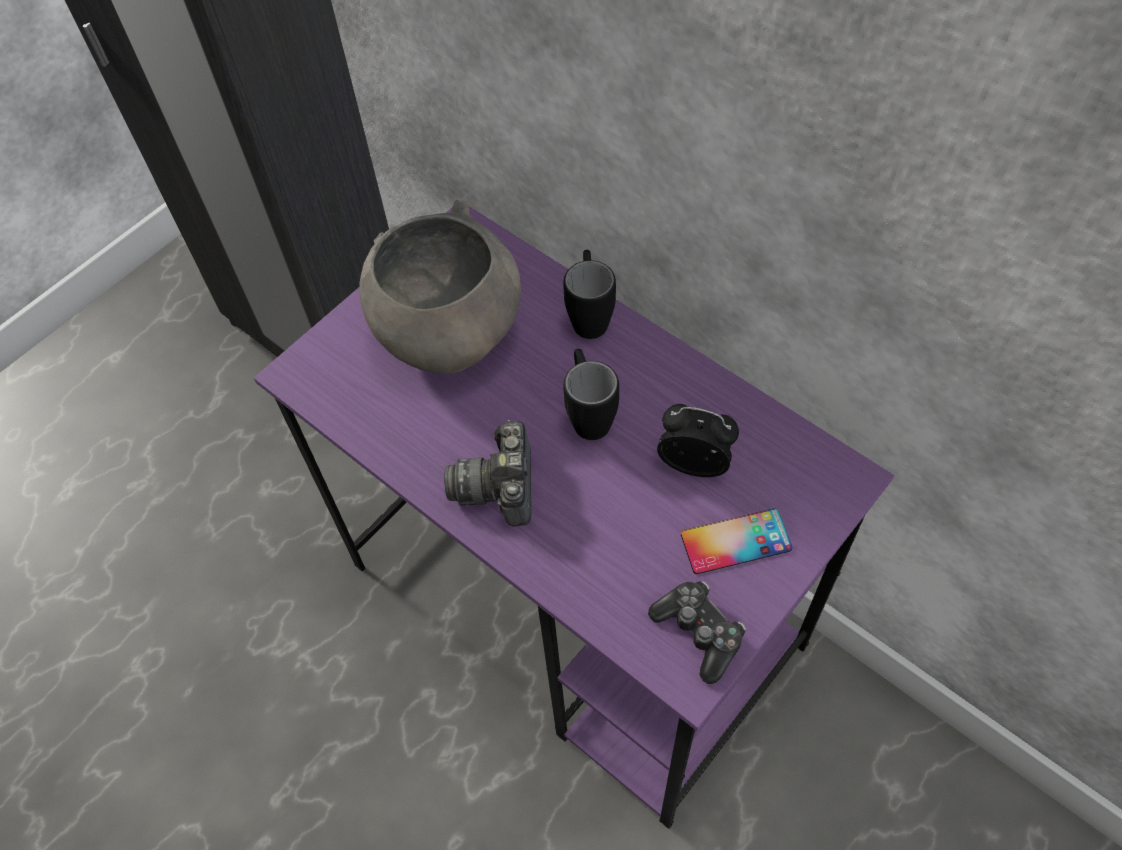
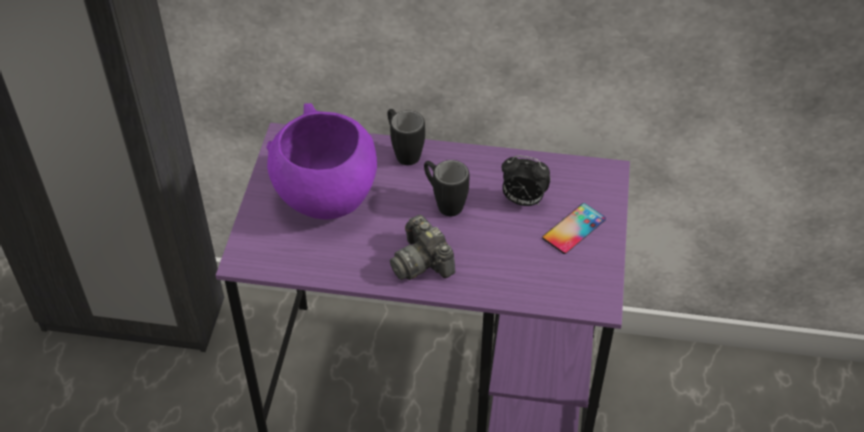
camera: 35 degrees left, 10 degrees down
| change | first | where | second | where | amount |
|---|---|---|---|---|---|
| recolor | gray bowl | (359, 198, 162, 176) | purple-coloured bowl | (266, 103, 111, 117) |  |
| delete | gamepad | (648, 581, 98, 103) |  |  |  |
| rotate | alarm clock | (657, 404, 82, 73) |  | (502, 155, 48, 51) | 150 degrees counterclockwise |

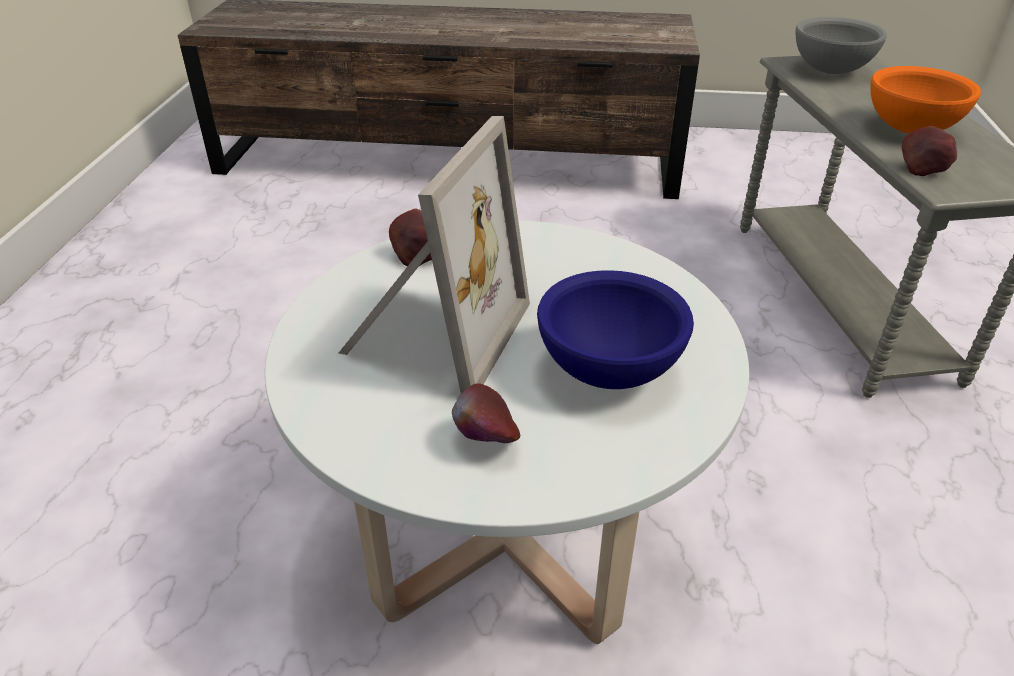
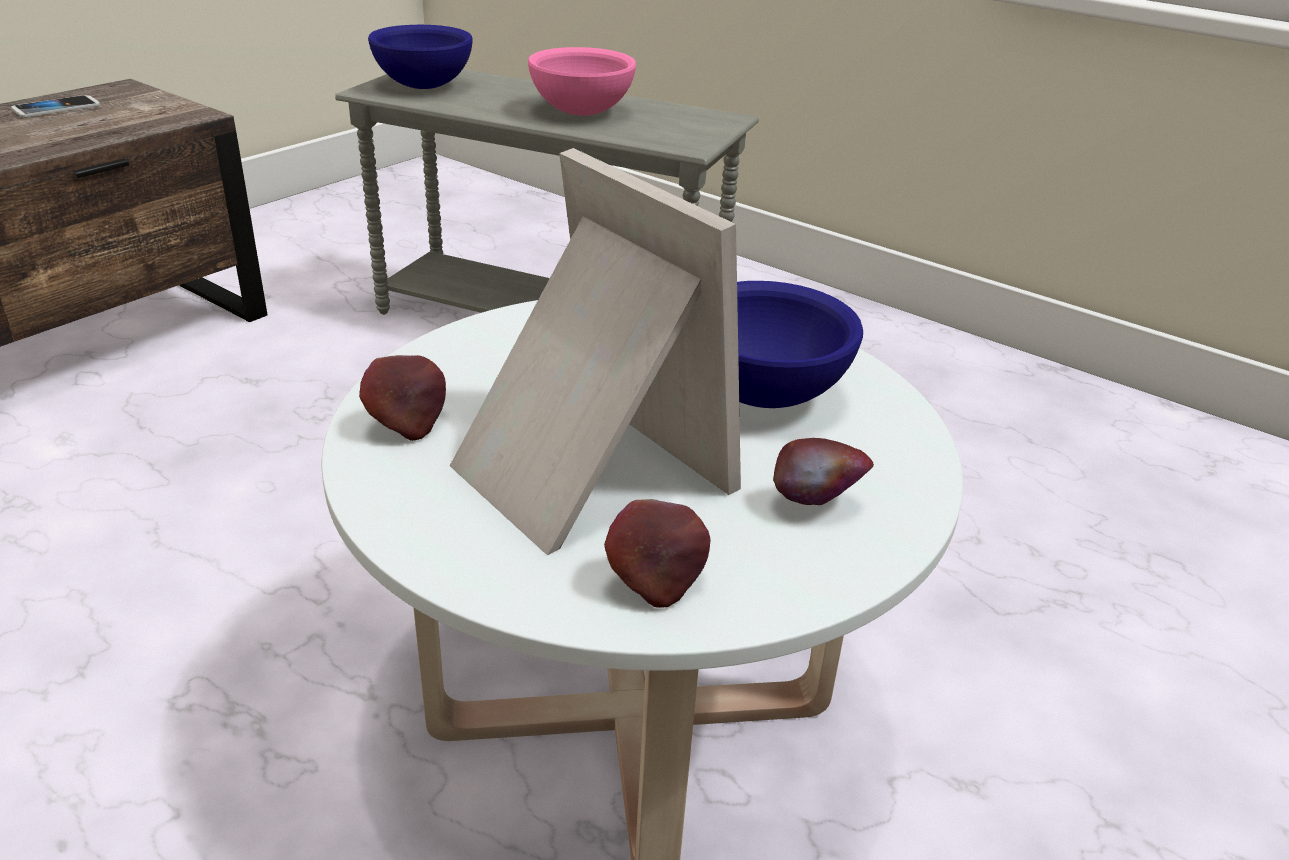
camera: 60 degrees left, 5 degrees down
| change | first | where | second | where | amount |
|---|---|---|---|---|---|
| recolor | gray bowl | (796, 17, 91, 57) | blue-coloured bowl | (368, 25, 105, 64) |  |
| recolor | orange bowl | (870, 66, 111, 68) | pinkish bowl | (528, 47, 108, 69) |  |
| move | whole apple | (902, 126, 55, 50) |  | (604, 499, 106, 109) |  |
| insert |  |  | handset | (11, 95, 89, 23) |  |

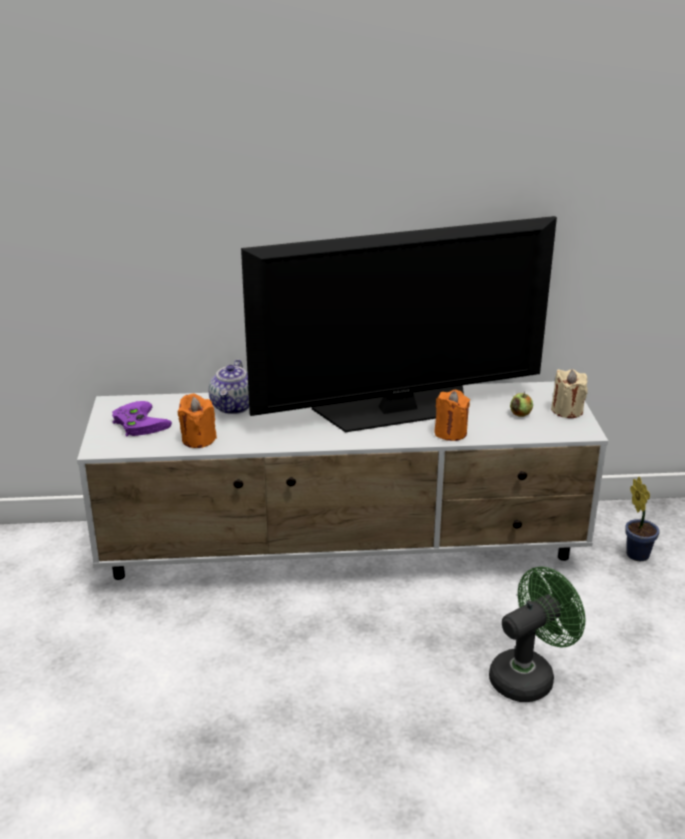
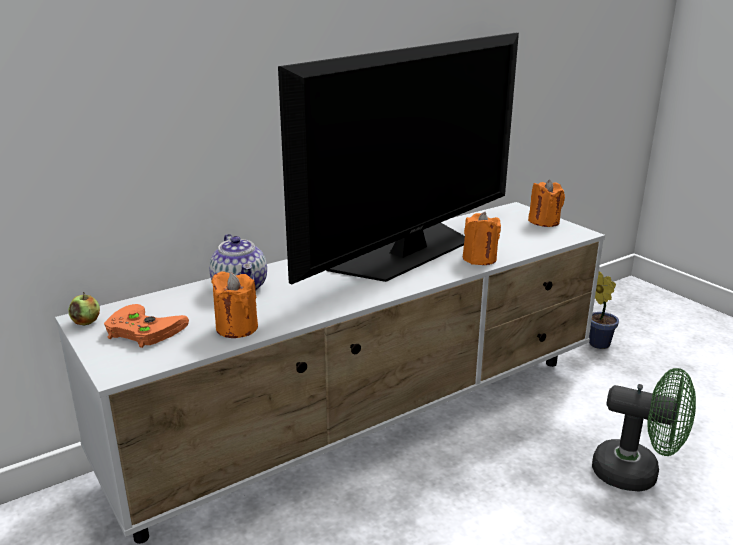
camera: 30 degrees left, 5 degrees down
| change | first | where | second | where | amount |
|---|---|---|---|---|---|
| recolor | purple-coloured gamepad | (112, 401, 60, 35) | orange gamepad | (104, 304, 85, 44) |  |
| rotate | greenish cooling fan | (489, 566, 97, 136) |  | (592, 368, 104, 124) | 90 degrees clockwise |
| move | whole apple | (510, 392, 23, 25) |  | (68, 292, 32, 33) |  |
| recolor | beige-coloured wax light | (551, 369, 36, 49) | orange wax light | (528, 180, 37, 47) |  |

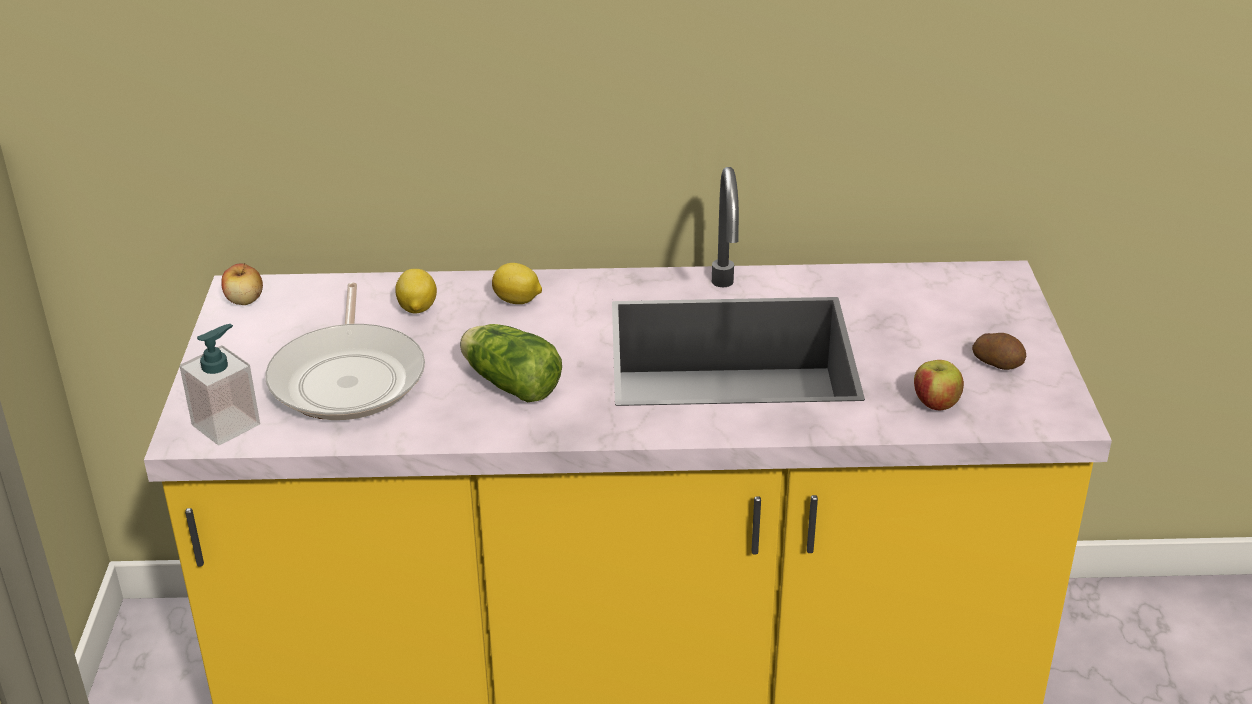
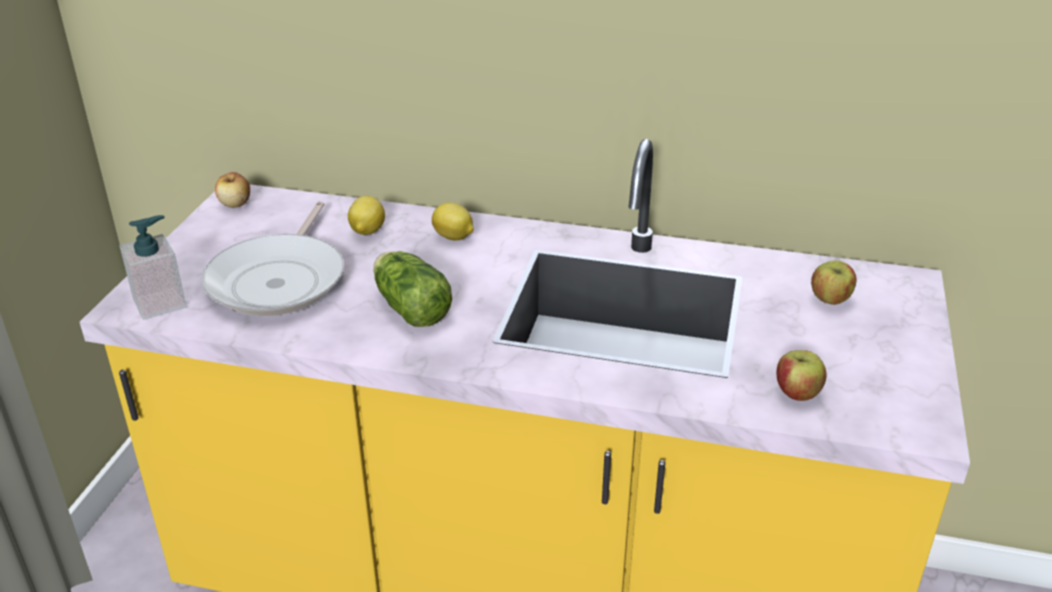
camera: 15 degrees right, 0 degrees up
| change | first | where | second | where | amount |
|---|---|---|---|---|---|
| delete | spud | (972, 333, 54, 37) |  |  |  |
| insert |  |  | whole apple | (811, 260, 46, 45) |  |

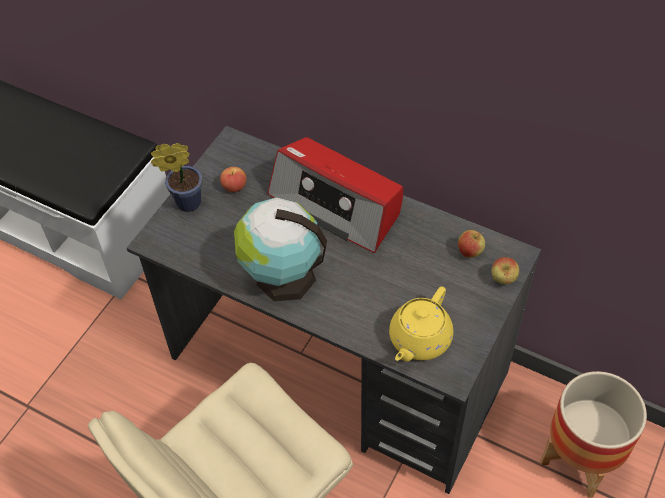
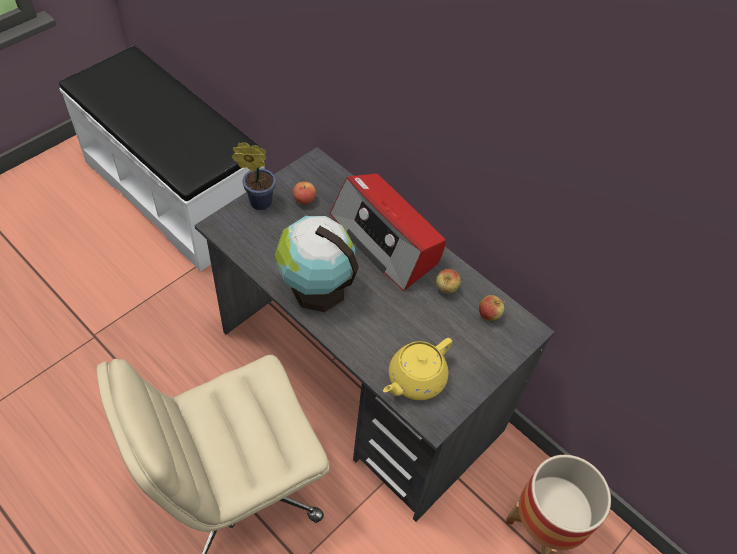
camera: 10 degrees right, 0 degrees up
| change | first | where | second | where | amount |
|---|---|---|---|---|---|
| move | whole apple | (491, 257, 28, 28) |  | (436, 269, 25, 24) |  |

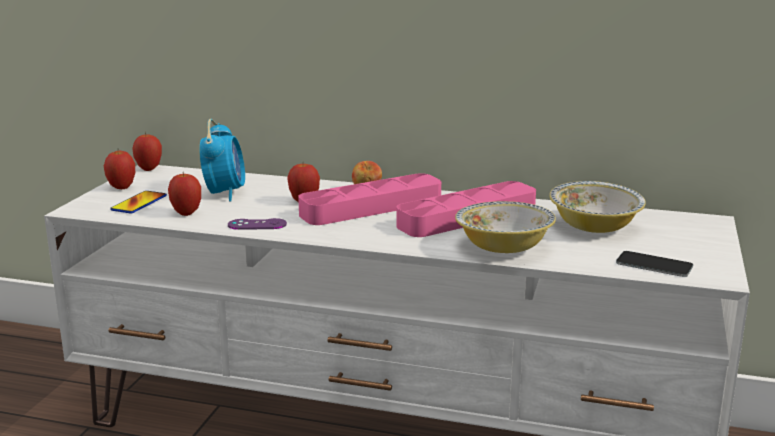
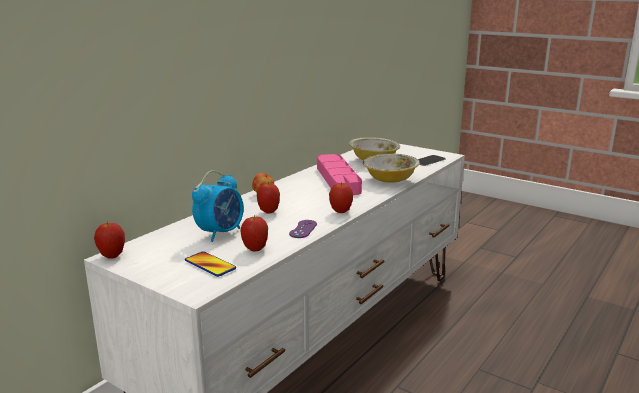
camera: 70 degrees left, 0 degrees up
| change | first | where | second | where | amount |
|---|---|---|---|---|---|
| move | whole apple | (104, 151, 31, 38) |  | (329, 183, 25, 30) |  |
| rotate | alarm clock | (199, 119, 46, 82) |  | (192, 170, 52, 72) | 105 degrees clockwise |
| delete | pinkish serving tray | (298, 173, 143, 52) |  |  |  |

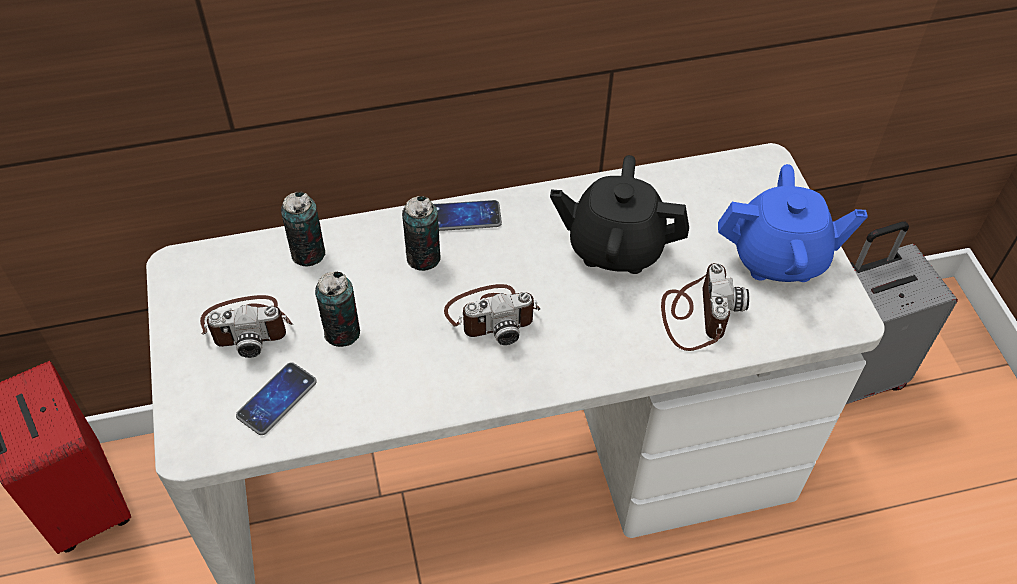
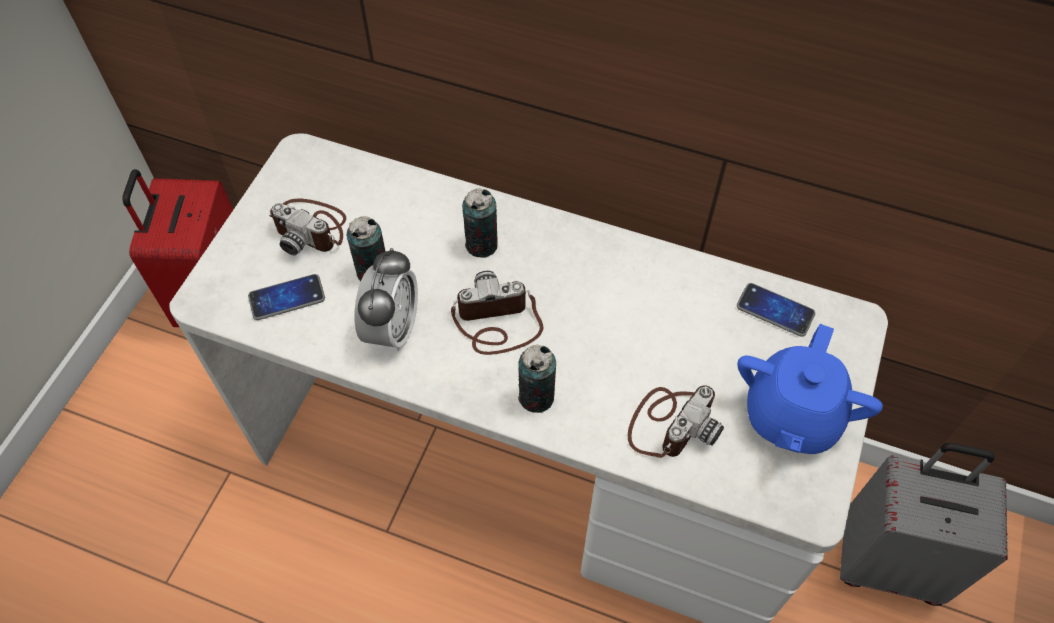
camera: 35 degrees right, 5 degrees up
| change | first | where | second | where | amount |
|---|---|---|---|---|---|
| move | metal can | (281, 192, 44, 74) |  | (518, 345, 38, 68) |  |
| move | handset | (434, 200, 68, 31) |  | (737, 283, 78, 54) |  |
| rotate | still camera | (444, 284, 96, 61) |  | (451, 271, 92, 84) | 150 degrees clockwise |
| delete | black-coloured teapot | (550, 155, 139, 119) |  |  |  |
| rotate | blue-coloured teapot | (718, 164, 150, 118) |  | (737, 324, 146, 130) | 75 degrees clockwise |
| insert |  |  | alarm clock | (355, 248, 63, 103) |  |

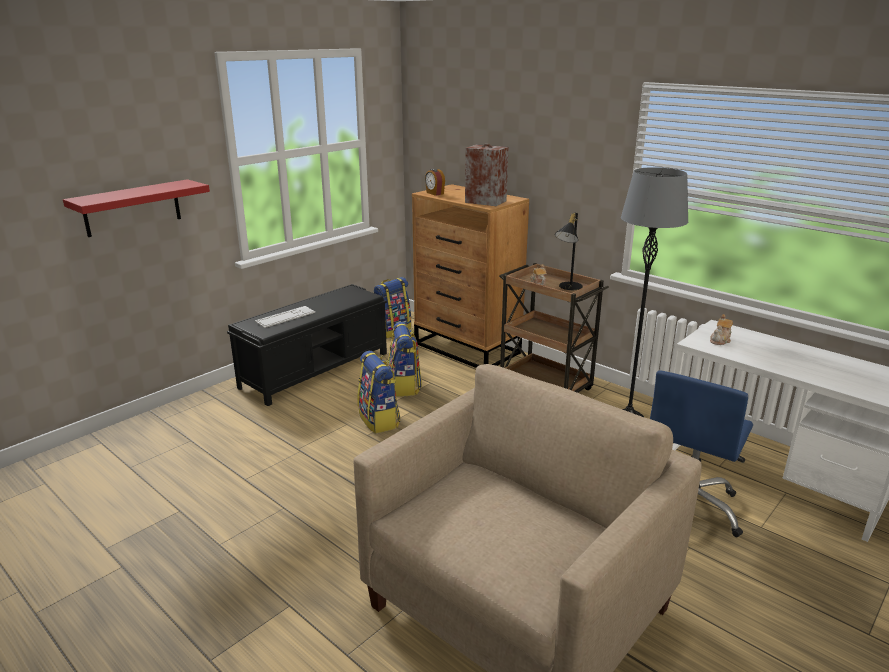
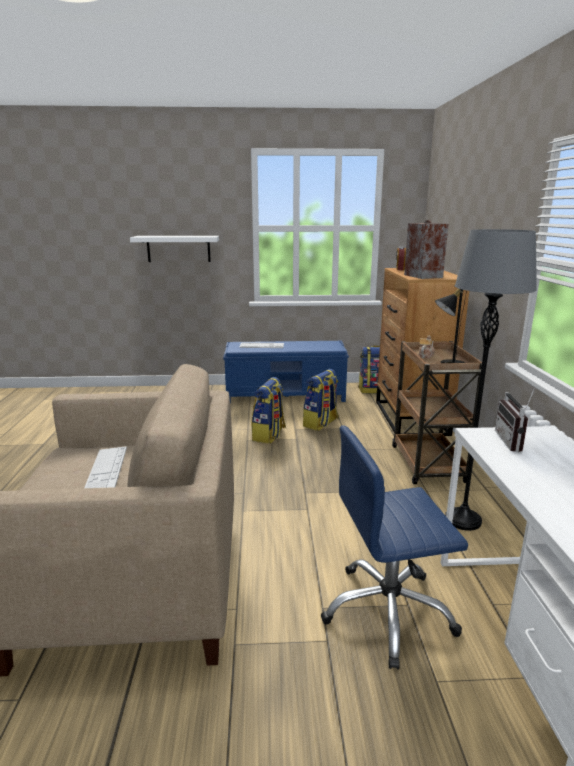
camera: 45 degrees right, 5 degrees down
| change | first | where | second | where | amount |
|---|---|---|---|---|---|
| recolor | reddish wall shelf | (63, 179, 147, 58) | white-coloured wall shelf | (130, 236, 89, 26) |  |
| recolor | black-coloured indoor bench | (227, 284, 160, 122) | blue-coloured indoor bench | (223, 341, 126, 63) |  |
| replace | teapot | (710, 314, 23, 31) | radio | (495, 387, 40, 65) |  |
| insert |  |  | keyboard | (84, 446, 43, 42) |  |

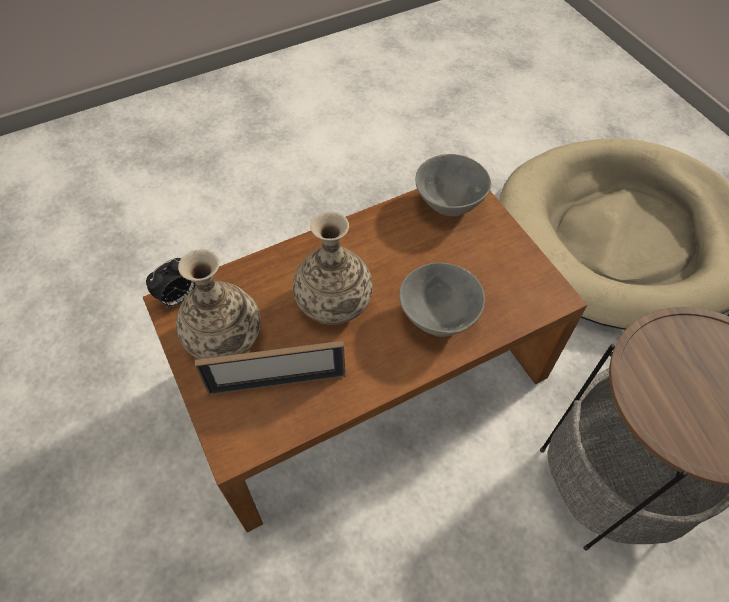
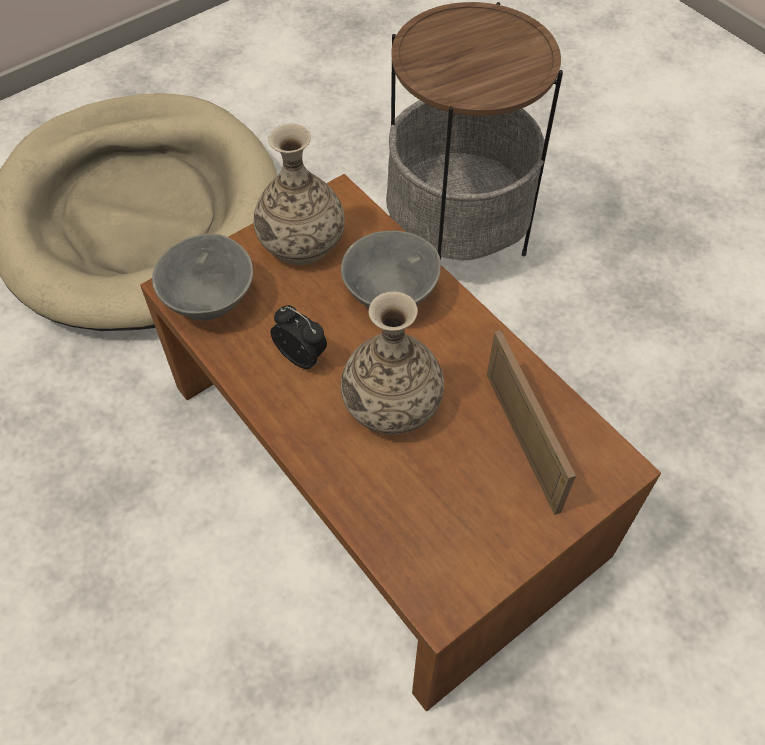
camera: 100 degrees left, 0 degrees up
| change | first | where | second | where | amount |
|---|---|---|---|---|---|
| move | alarm clock | (146, 258, 50, 49) |  | (270, 305, 57, 64) |  |
| move | vase | (176, 249, 85, 110) |  | (254, 124, 91, 141) |  |

